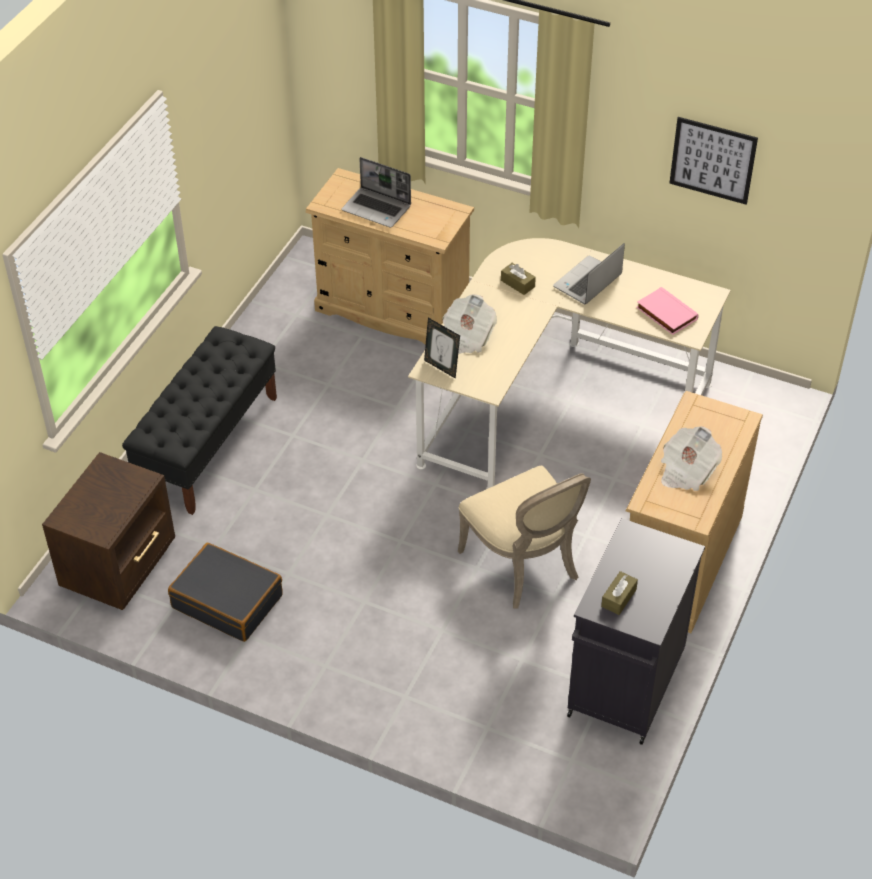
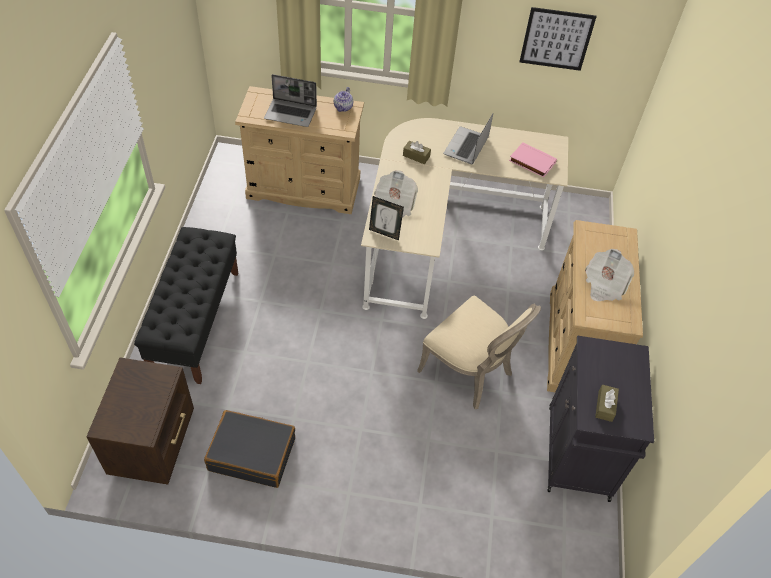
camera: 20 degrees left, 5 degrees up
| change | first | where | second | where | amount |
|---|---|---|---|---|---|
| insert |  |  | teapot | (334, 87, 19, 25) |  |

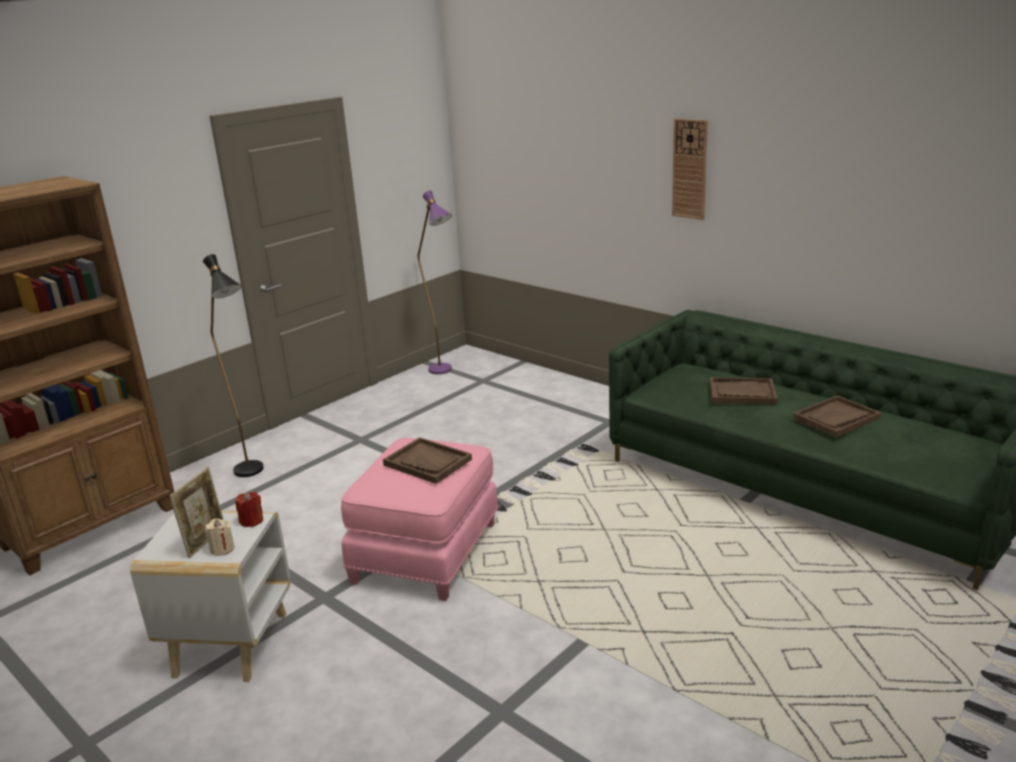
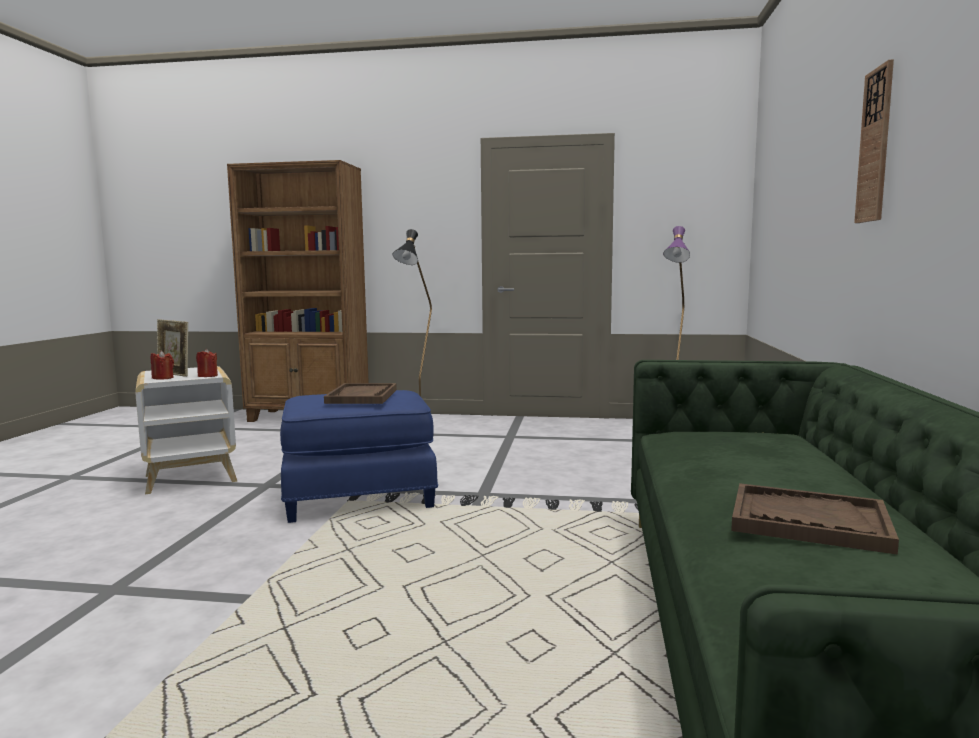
camera: 55 degrees right, 15 degrees down
| change | first | where | second | where | amount |
|---|---|---|---|---|---|
| rotate | standing frame | (169, 467, 55, 91) |  | (157, 319, 31, 58) | 45 degrees clockwise |
| recolor | beige-coloured wax light | (205, 518, 29, 38) | reddish wax light | (151, 351, 23, 29) |  |
| recolor | pinkish pouffe | (341, 438, 158, 163) | blue-coloured pouffe | (280, 390, 158, 133) |  |
| delete | brownish serving tray | (710, 377, 67, 27) |  |  |  |

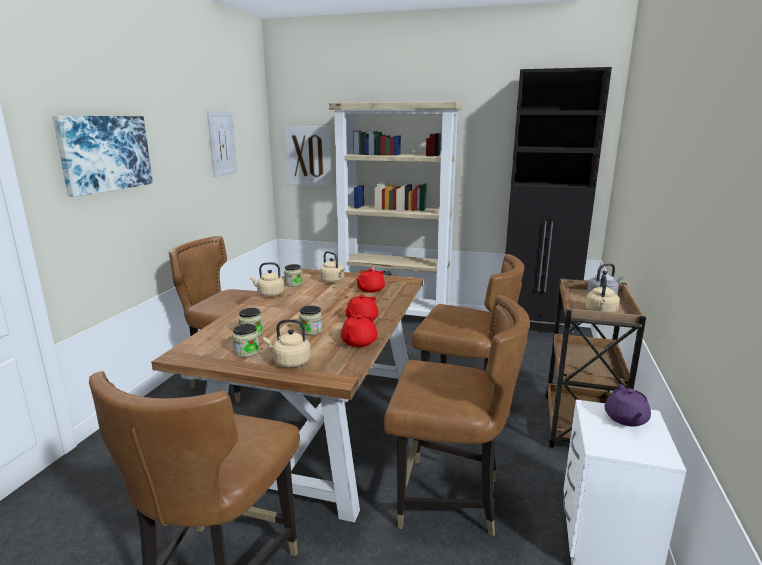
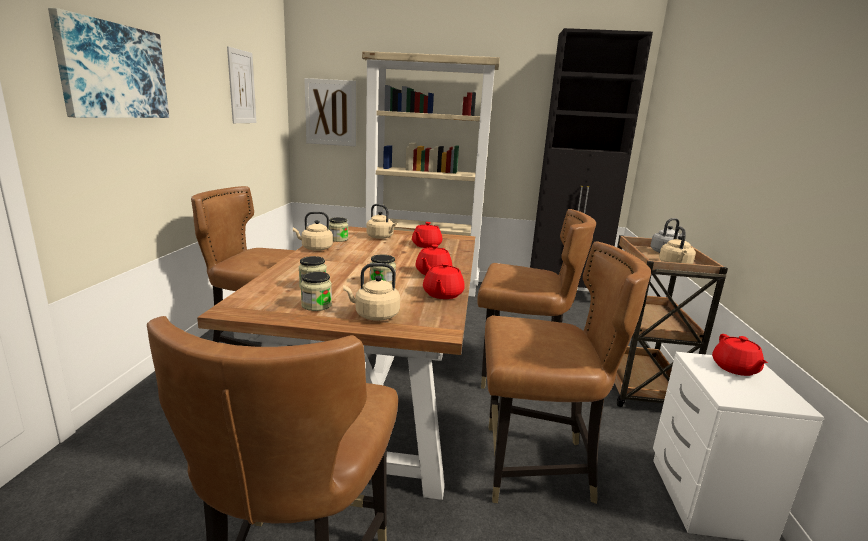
camera: 10 degrees left, 0 degrees up
| change | first | where | second | where | amount |
|---|---|---|---|---|---|
| recolor | purple-coloured teapot | (605, 384, 46, 42) | reddish teapot | (712, 334, 56, 42) |  |

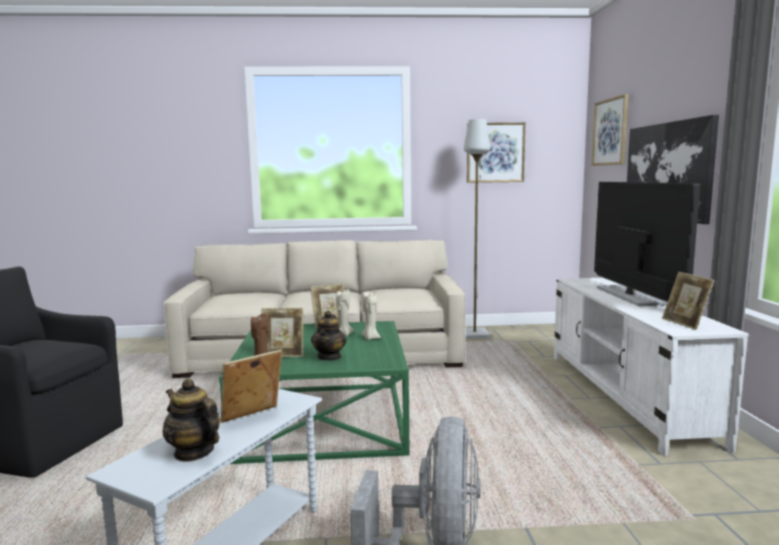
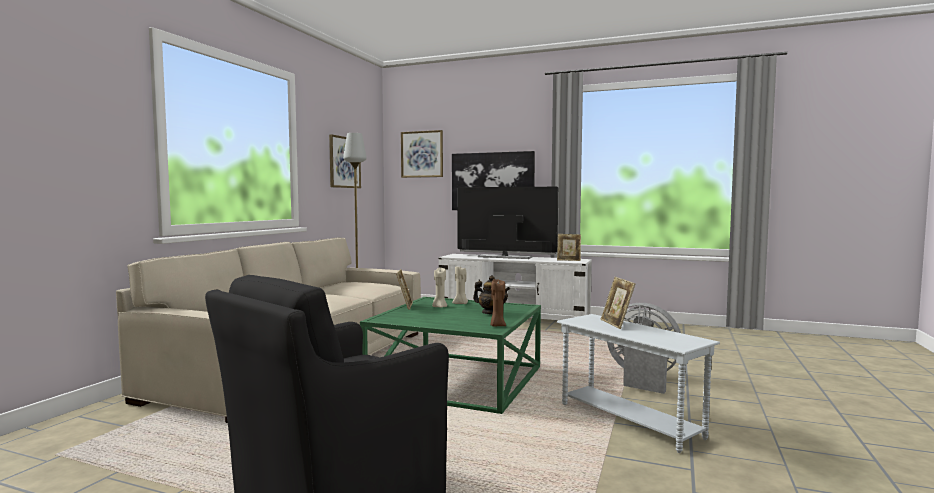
camera: 65 degrees left, 5 degrees down
| change | first | where | second | where | amount |
|---|---|---|---|---|---|
| delete | teapot | (163, 378, 57, 84) |  |  |  |
| delete | standing frame | (261, 308, 42, 49) |  |  |  |

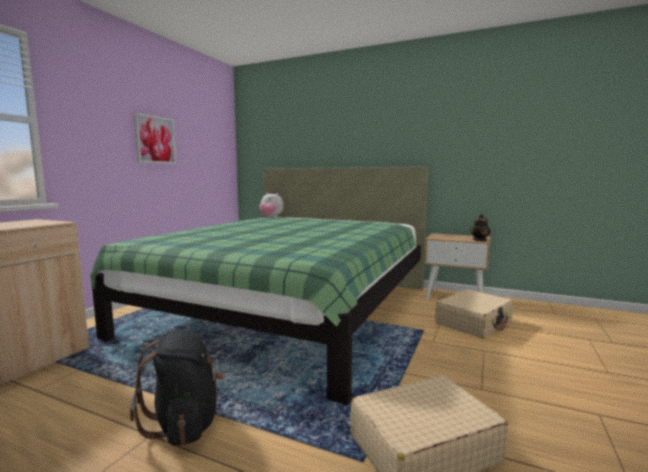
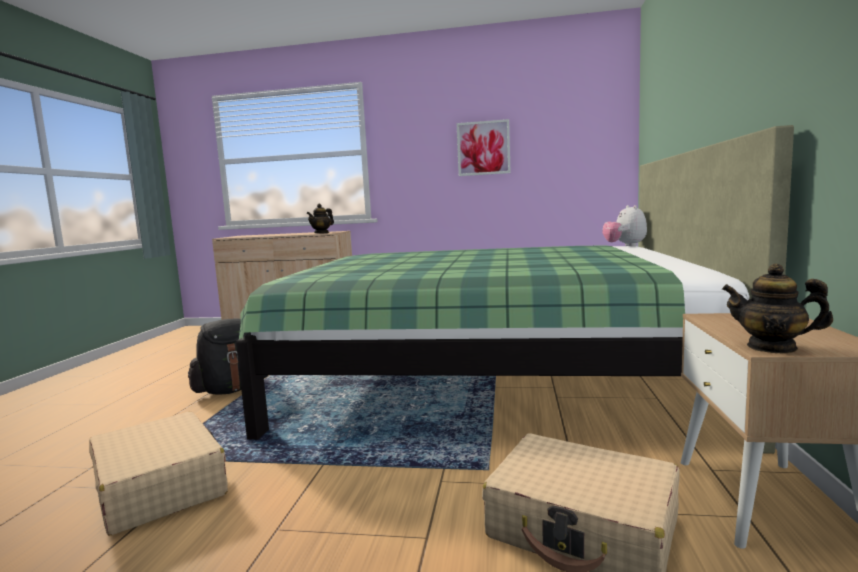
camera: 75 degrees right, 0 degrees up
| change | first | where | second | where | amount |
|---|---|---|---|---|---|
| insert |  |  | teapot | (307, 204, 27, 30) |  |

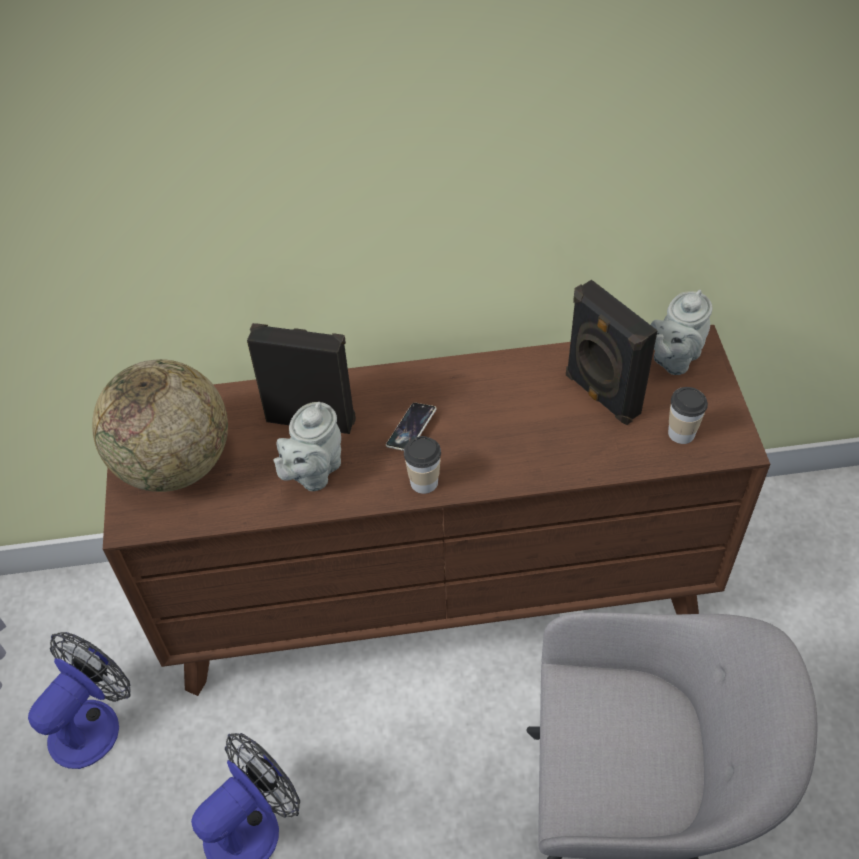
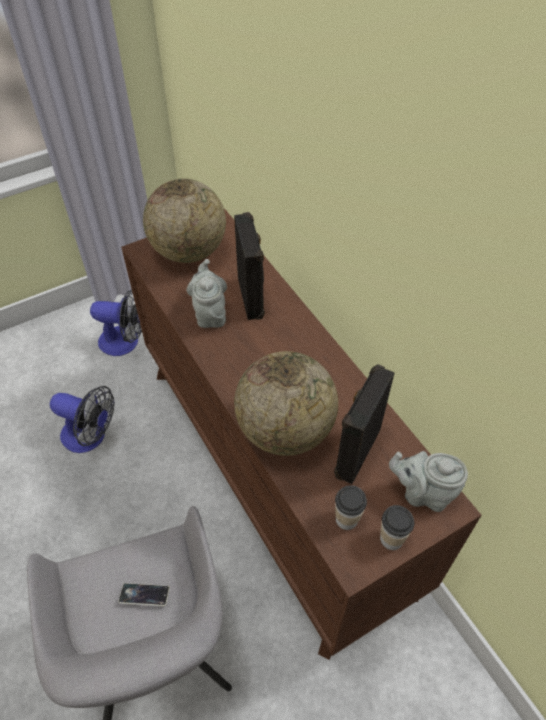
camera: 65 degrees right, 0 degrees up
| change | first | where | second | where | amount |
|---|---|---|---|---|---|
| rotate | gray teapot | (273, 402, 68, 89) |  | (187, 259, 40, 69) | 75 degrees clockwise |
| move | handset | (386, 403, 51, 48) |  | (118, 583, 52, 23) |  |
| move | drinking cup | (404, 436, 37, 58) |  | (380, 505, 34, 45) |  |
| insert |  |  | world globe | (234, 351, 104, 105) |  |

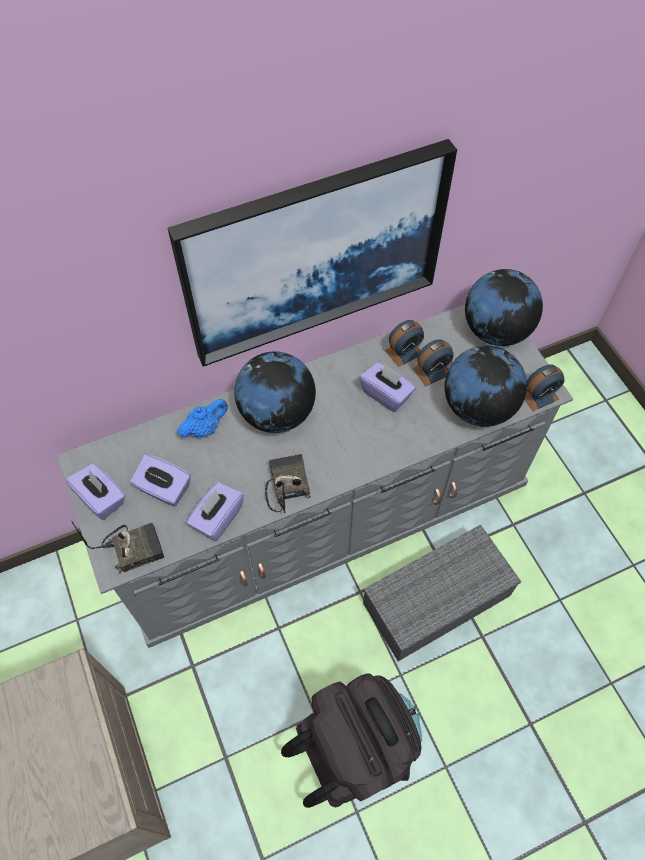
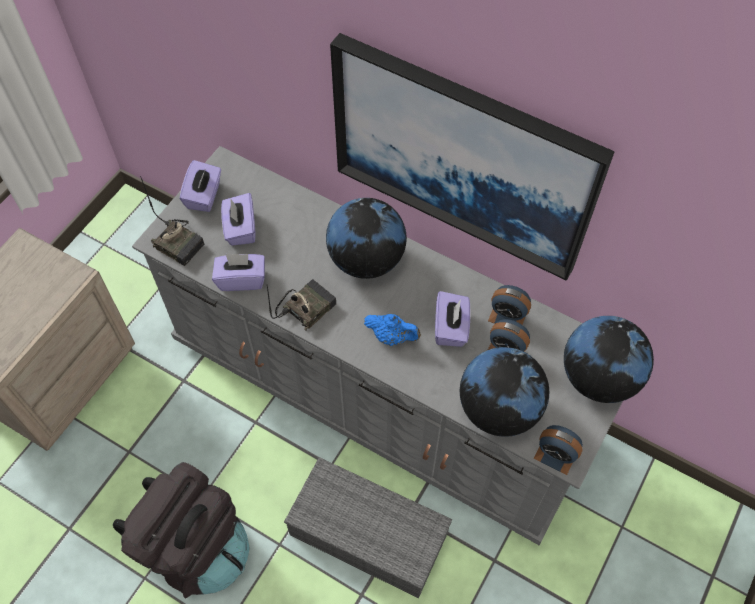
camera: 55 degrees right, 0 degrees up
| change | first | where | second | where | amount |
|---|---|---|---|---|---|
| move | blue-coloured teapot | (177, 399, 51, 39) |  | (364, 314, 57, 32) |  |

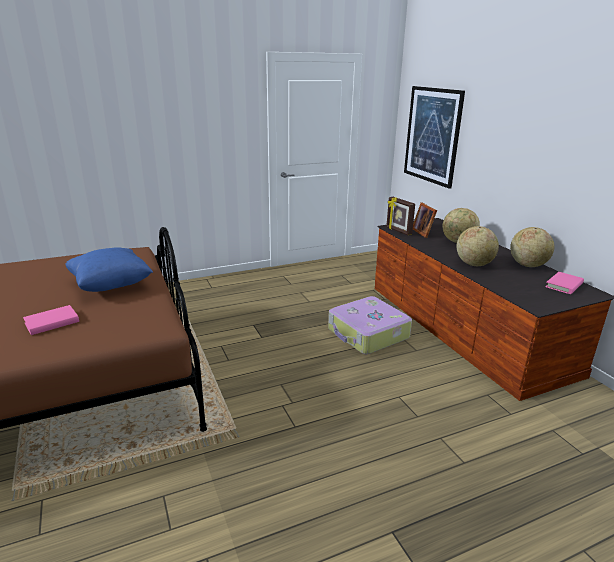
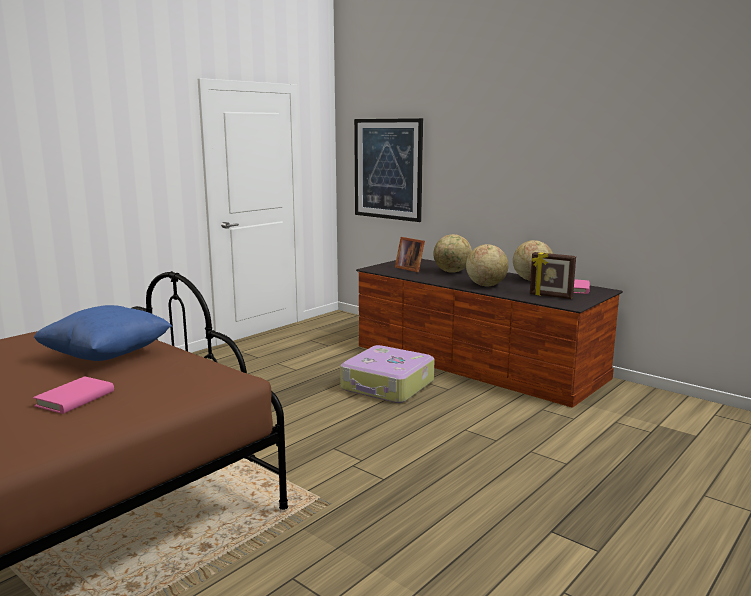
camera: 25 degrees left, 10 degrees down
| change | first | where | second | where | amount |
|---|---|---|---|---|---|
| move | standing frame | (386, 197, 29, 38) |  | (530, 252, 46, 47) |  |

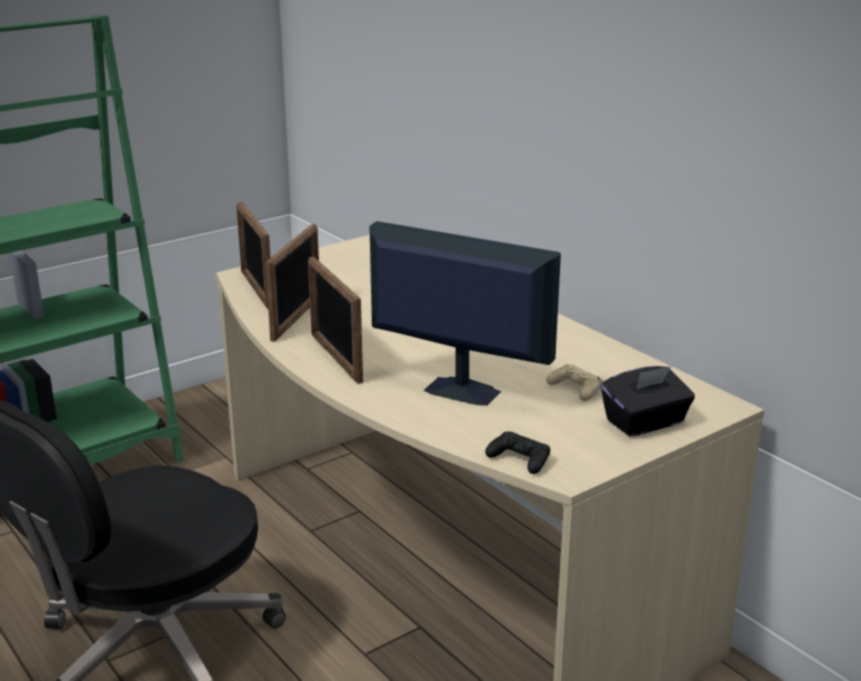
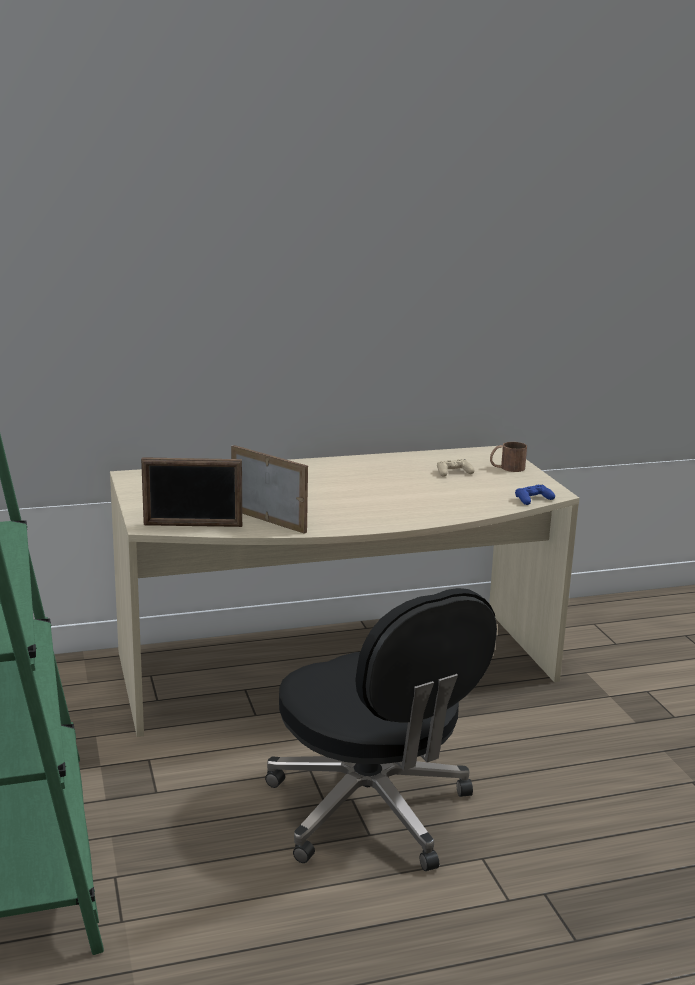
camera: 70 degrees left, 5 degrees down
| change | first | where | second | where | amount |
|---|---|---|---|---|---|
| delete | standing frame | (308, 257, 55, 127) |  |  |  |
| delete | computer display | (369, 221, 192, 185) |  |  |  |
| recolor | black-coloured gamepad | (485, 431, 65, 43) | blue-coloured gamepad | (515, 485, 40, 20) |  |
| replace | black-coloured tissue holder | (601, 366, 94, 70) | brownish coffee mug | (490, 442, 37, 30) |  |

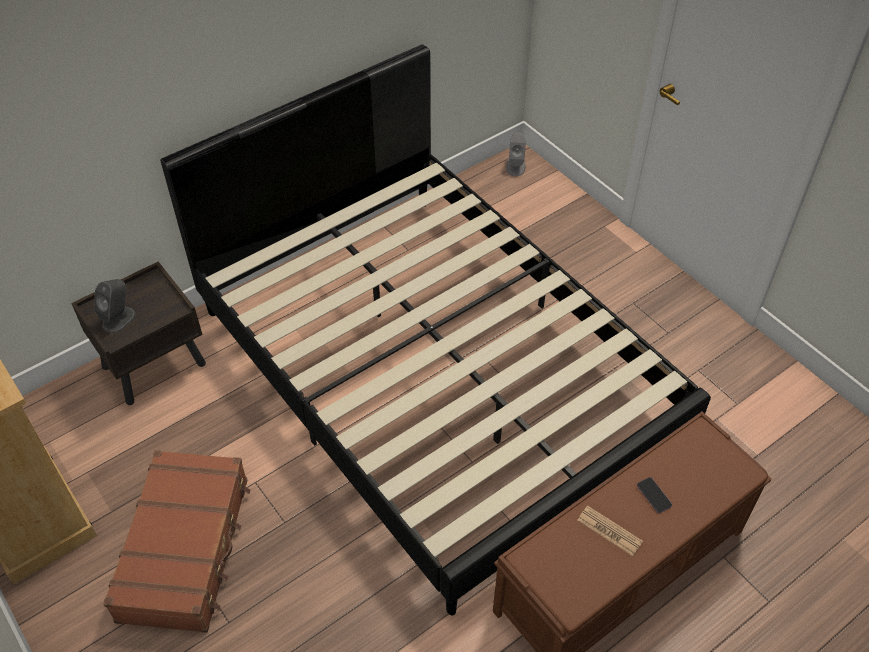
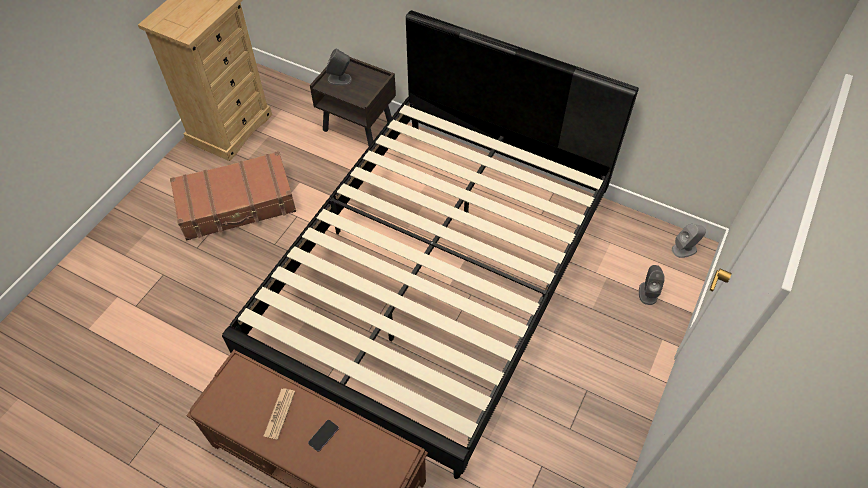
camera: 65 degrees right, 5 degrees up
| change | first | where | second | where | amount |
|---|---|---|---|---|---|
| insert |  |  | gray speaker | (639, 265, 26, 40) |  |

